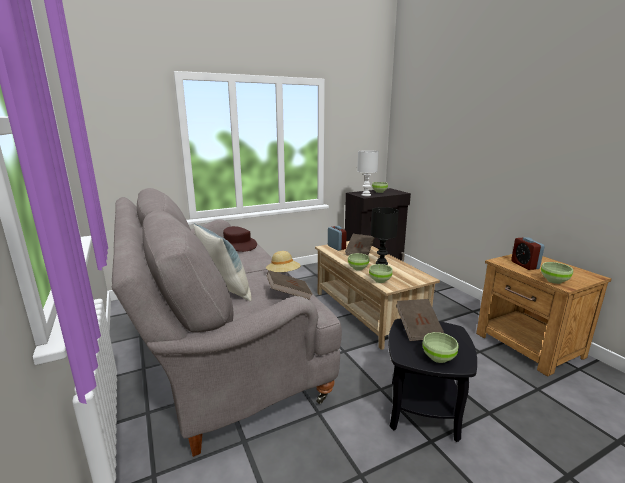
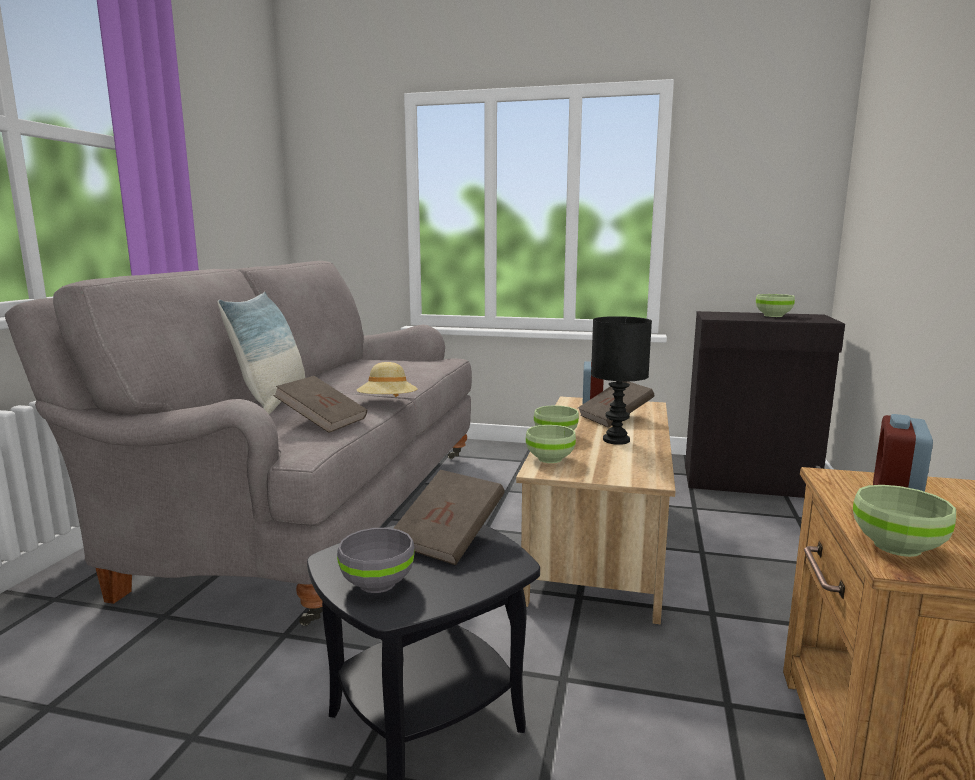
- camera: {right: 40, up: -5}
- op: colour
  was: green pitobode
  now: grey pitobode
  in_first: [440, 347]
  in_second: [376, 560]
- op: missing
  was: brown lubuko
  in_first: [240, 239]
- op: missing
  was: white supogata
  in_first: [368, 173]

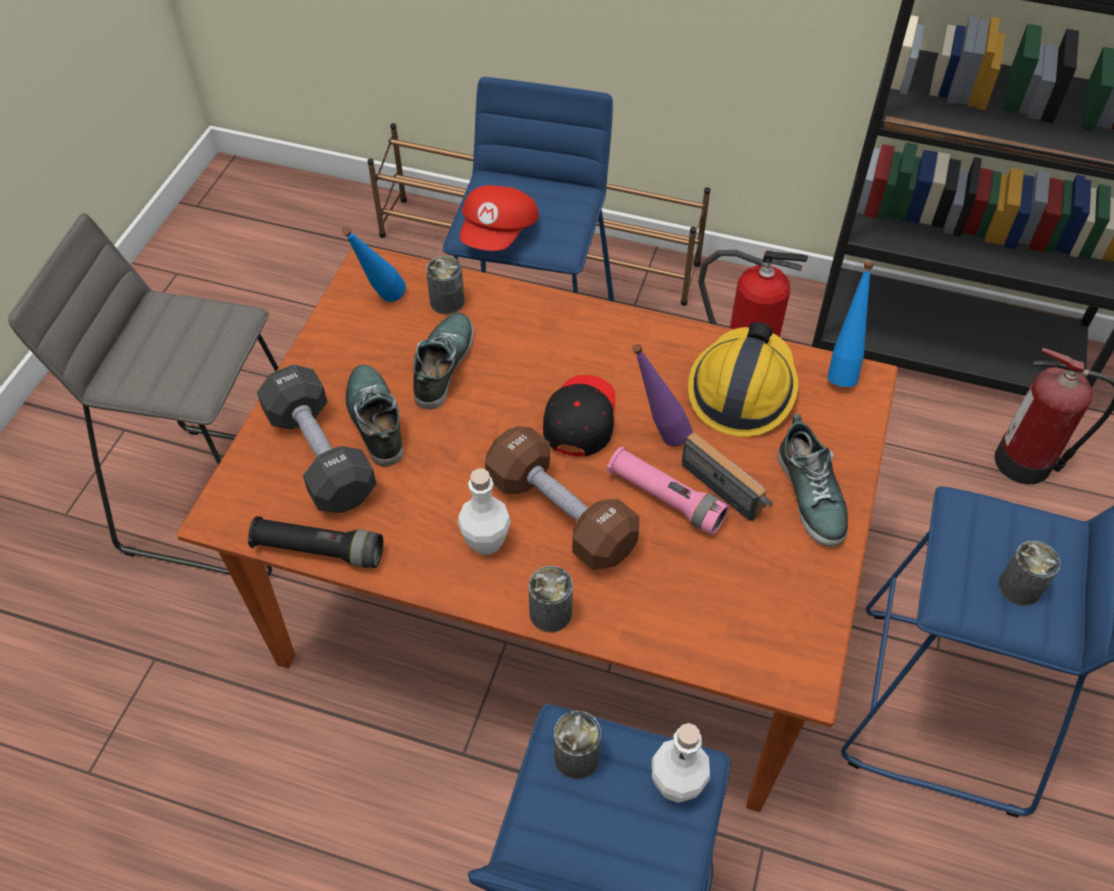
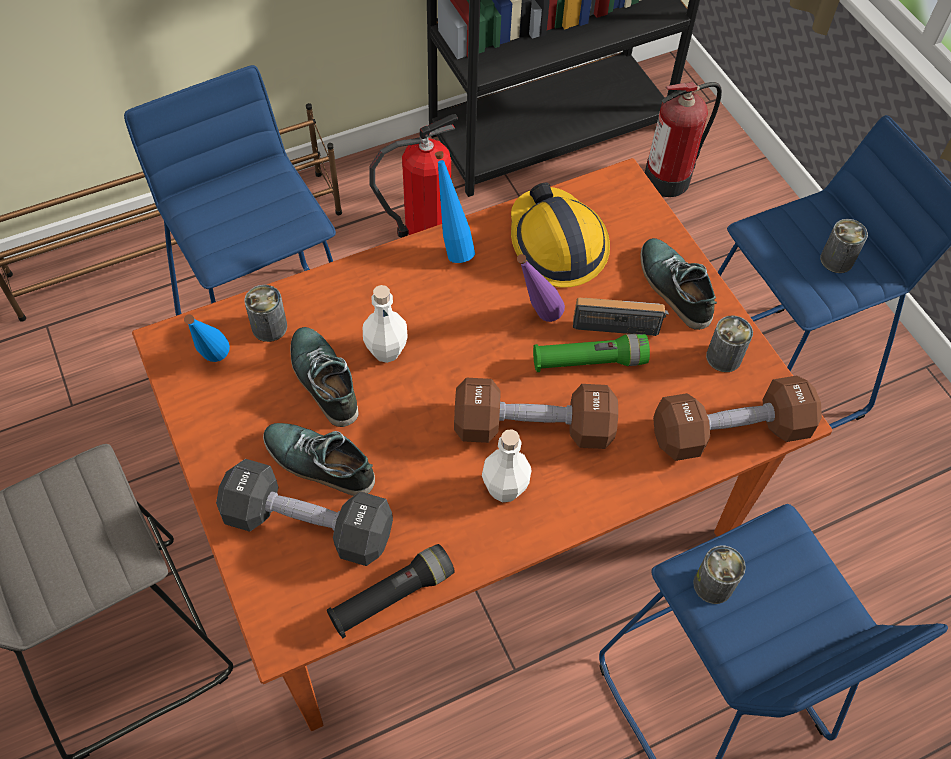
- camera: {right: -45, up: 5}
- op: relocated
  was: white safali
  in_first: [681, 763]
  in_second: [385, 324]
- op: relocated
  was: blue safali
  in_first: [850, 324]
  in_second: [455, 207]
- op: colour
  was: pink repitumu
  now: green repitumu
  in_first: [668, 490]
  in_second: [591, 353]
- op: spun
  was: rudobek
  in_first: [812, 480]
  in_second: [678, 284]
  clockwise: -150
- op: appeared
  now: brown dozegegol
  in_second: [737, 418]
- op: relocated
  was: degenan
  in_first: [550, 599]
  in_second: [729, 344]
- op: missing
  was: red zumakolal
  in_first: [499, 218]
- op: missing
  was: black zumakolal
  in_first: [579, 415]

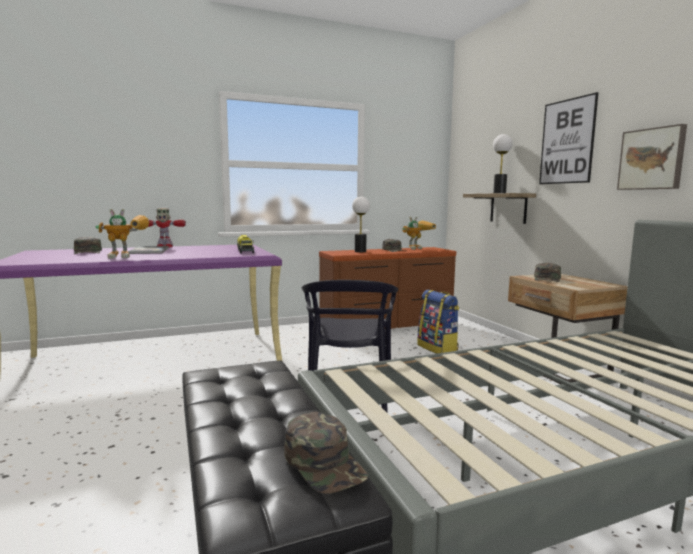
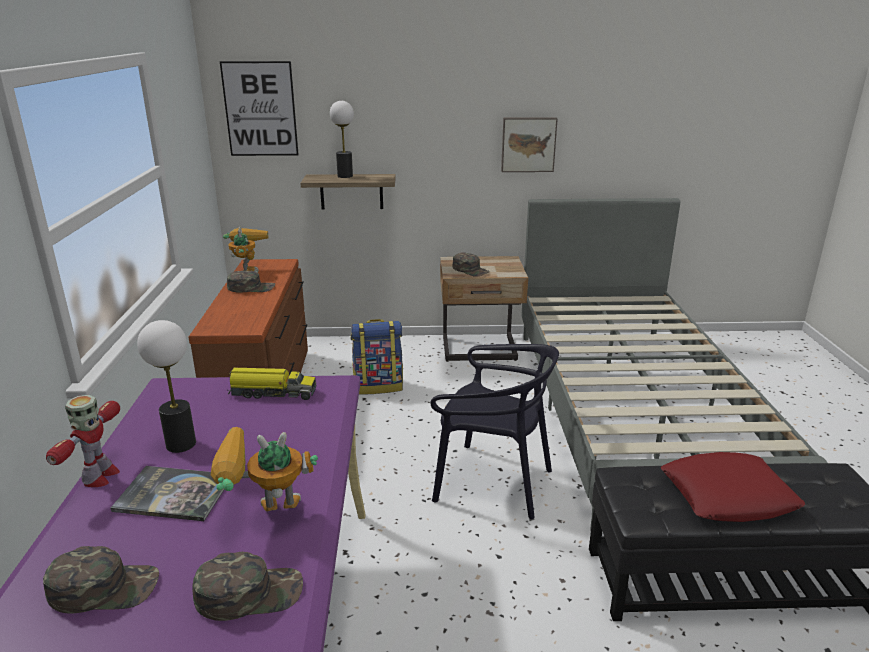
- camera: {right: -70, up: 15}
- op: relocated
  was: supogata
  in_first: [361, 224]
  in_second: [166, 386]
- op: relocated
  was: green zumakolal
  in_first: [326, 453]
  in_second: [247, 586]
- op: spun
  was: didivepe
  in_first: [122, 234]
  in_second: [264, 469]
  clockwise: -105
- op: relocated
  was: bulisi
  in_first: [569, 138]
  in_second: [259, 108]
- op: appeared
  now: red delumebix
  in_second: [733, 487]

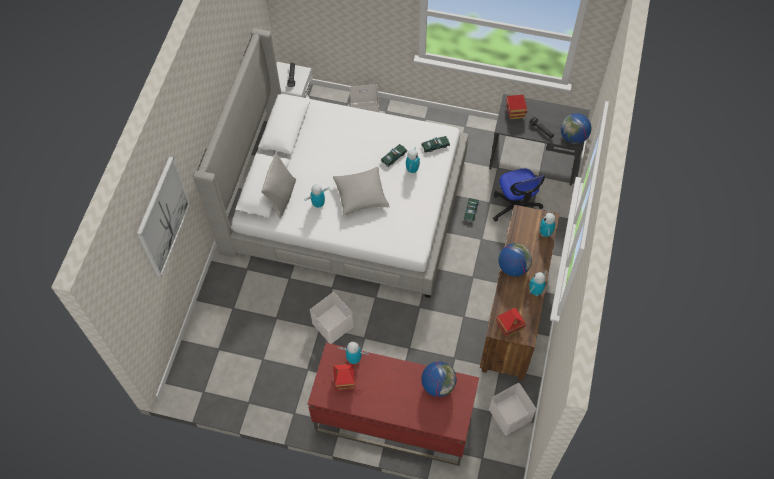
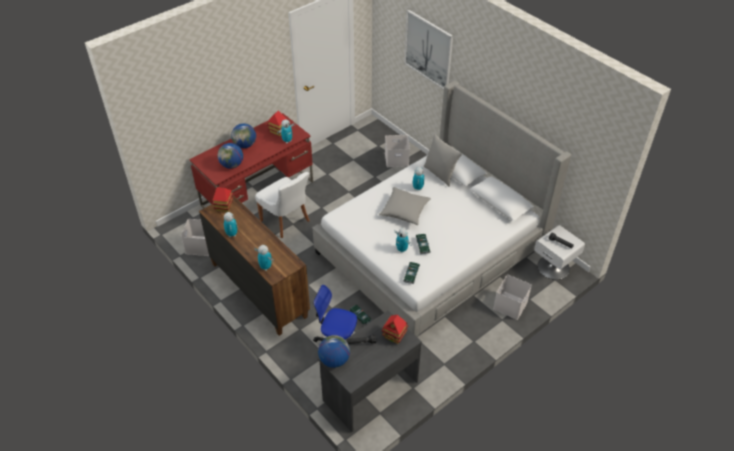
- camera: {right: 125, up: -15}
- op: relocated
  was: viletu
  in_first: [515, 260]
  in_second: [243, 135]
- op: appeared
  now: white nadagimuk
  in_second: [282, 205]
- op: relocated
  was: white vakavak
  in_first: [332, 318]
  in_second: [397, 151]

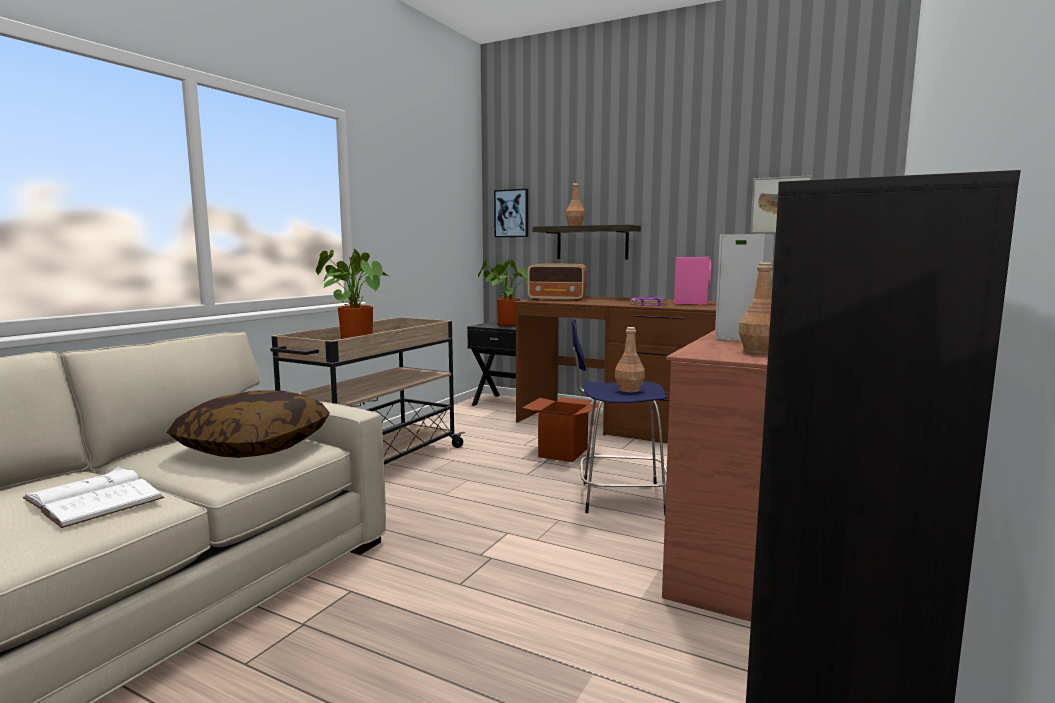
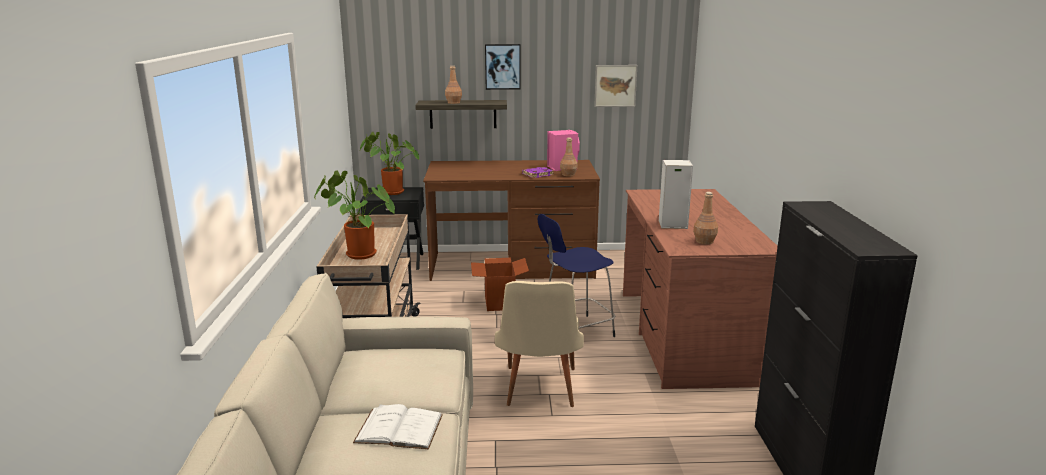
- camera: {right: -30, up: 10}
- op: relocated
  was: bulisi
  in_first: [511, 213]
  in_second: [503, 67]
- op: appeared
  now: beige nadagimuk
  in_second: [539, 344]
- op: relocated
  was: brown safali
  in_first: [630, 359]
  in_second: [568, 157]
- op: missing
  was: delumebix
  in_first: [248, 424]
- op: missing
  was: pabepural
  in_first: [557, 282]

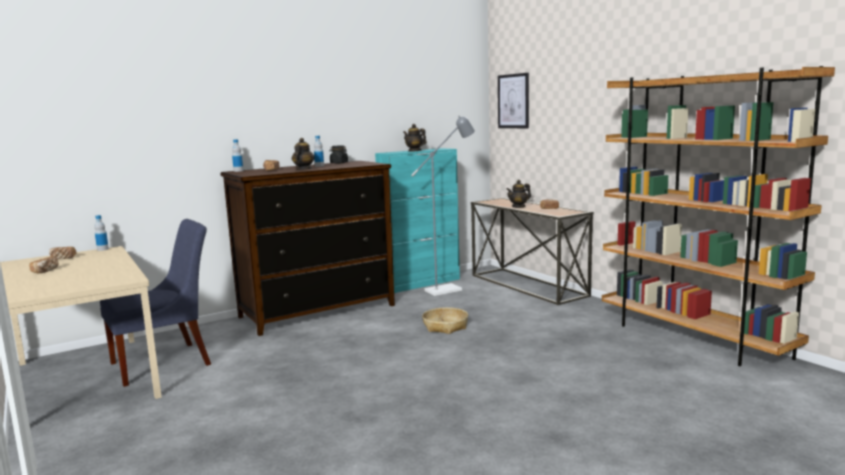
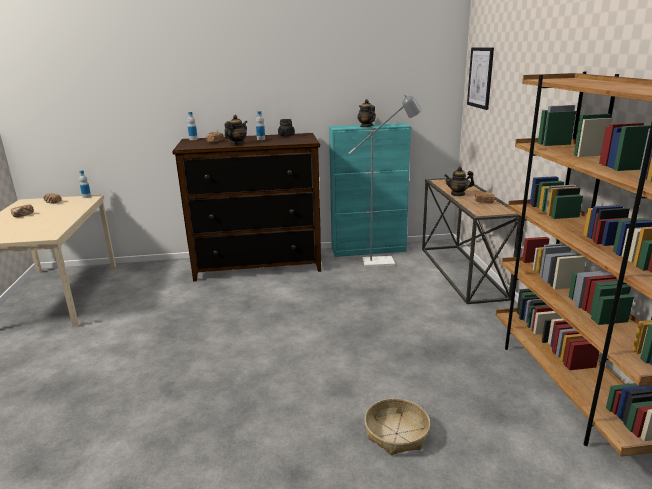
- camera: {right: 25, up: 10}
- op: relocated
  was: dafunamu
  in_first: [445, 320]
  in_second: [397, 426]
- op: missing
  was: blue nadagimuk
  in_first: [155, 303]

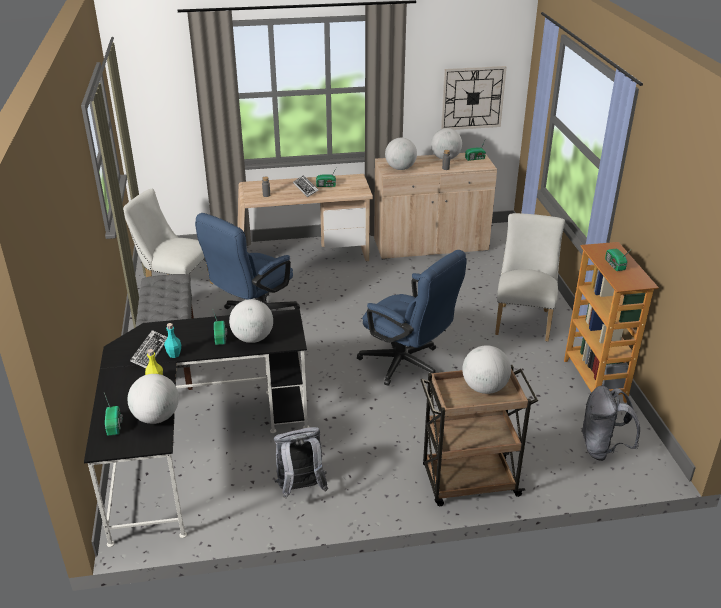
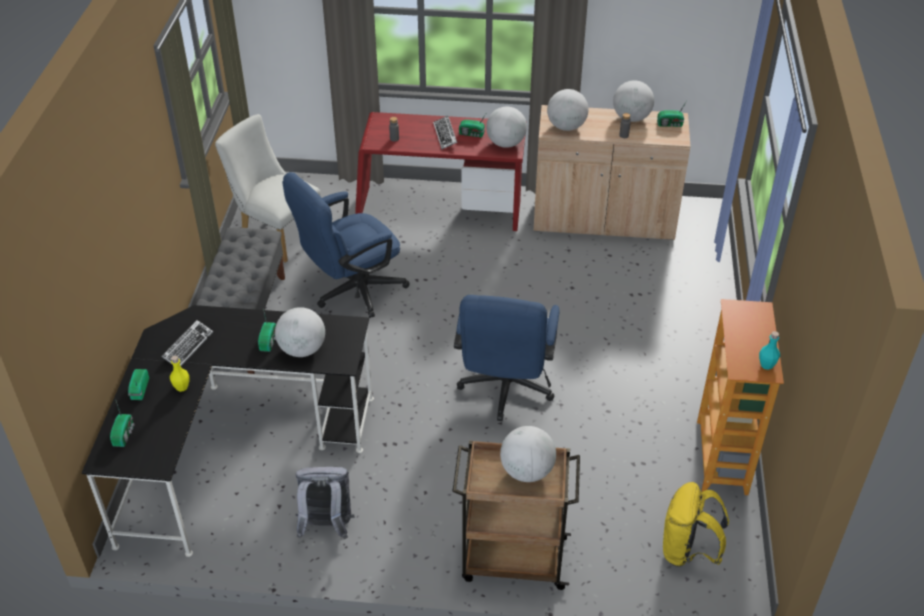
- camera: {right: 15, up: 10}
- op: relocated
  was: pabepural
  in_first: [617, 260]
  in_second: [138, 384]
- op: colour
  was: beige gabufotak
  now: red gabufotak
  in_first: [305, 218]
  in_second: [441, 171]
- op: spun
  was: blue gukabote
  in_first: [412, 318]
  in_second: [507, 358]
  clockwise: 45
- op: relocated
  was: viletu
  in_first: [153, 399]
  in_second: [506, 127]
- op: colour
  was: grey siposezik
  now: yellow siposezik
  in_first: [610, 423]
  in_second: [696, 524]
- op: relocated
  was: turquoise safali
  in_first: [172, 340]
  in_second: [769, 350]
- op: missing
  was: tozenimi
  in_first: [473, 98]
- op: missing
  was: white nadagimuk
  in_first: [530, 277]

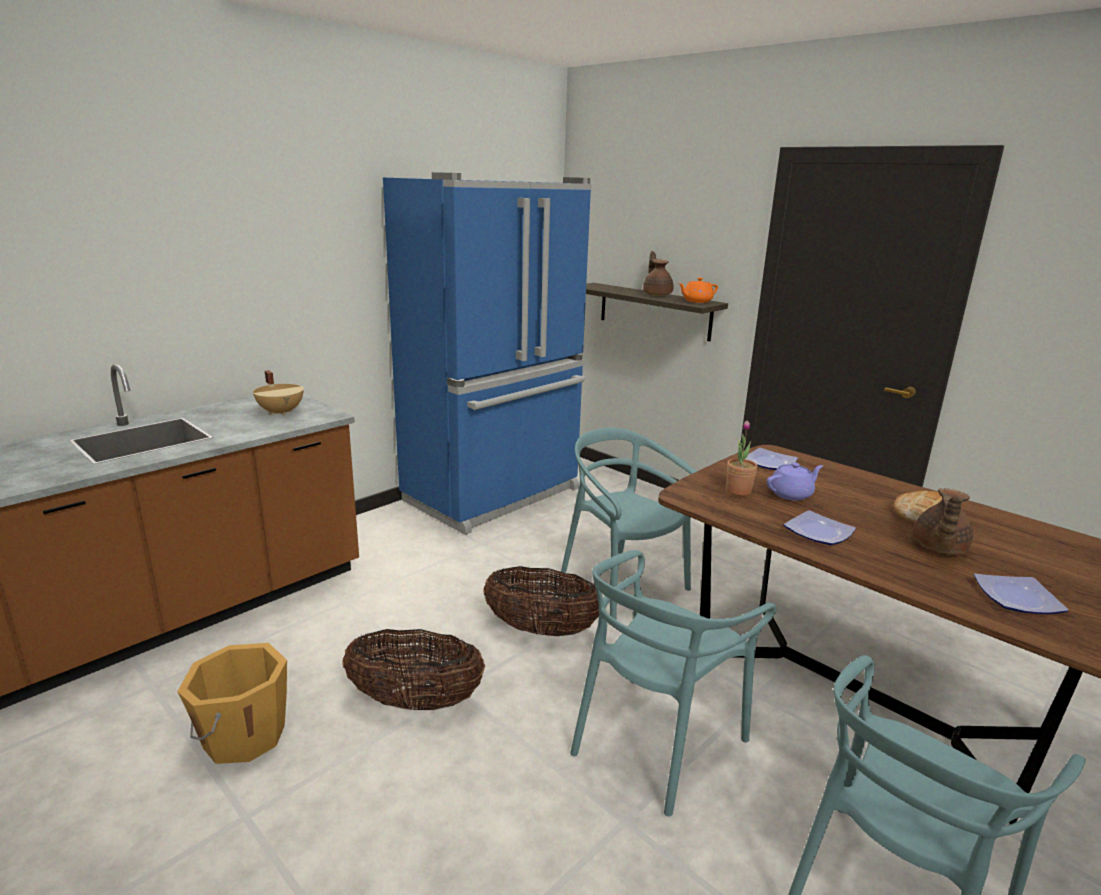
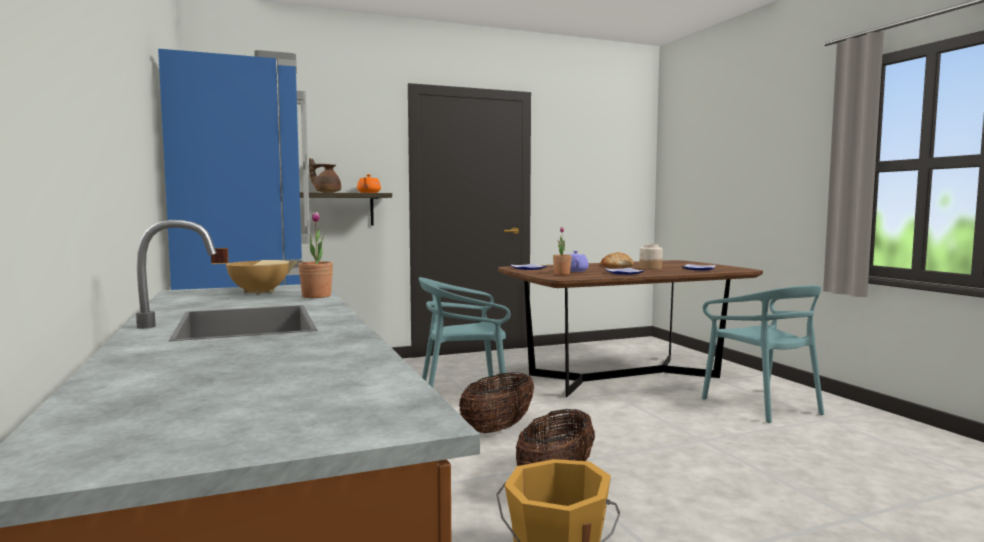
- camera: {right: -65, up: -15}
- op: appeared
  now: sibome
  in_second: [315, 255]
- op: exchanged
  was: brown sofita
  now: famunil
  in_first: [943, 521]
  in_second: [651, 257]
- op: missing
  was: turquoise nadagimuk
  in_first: [673, 683]

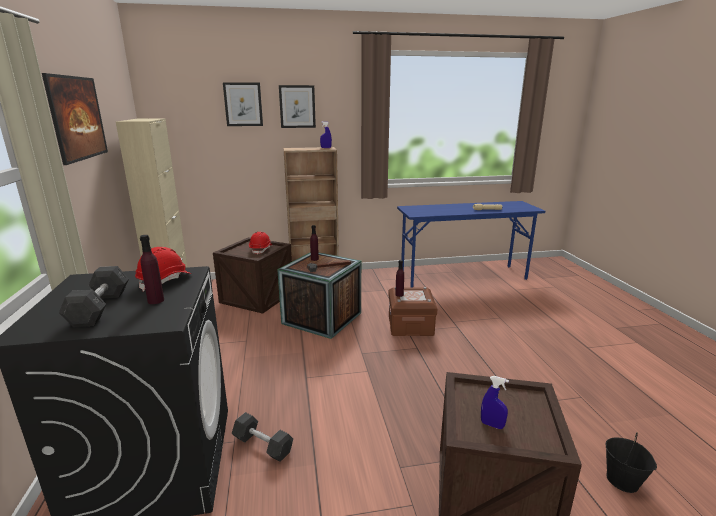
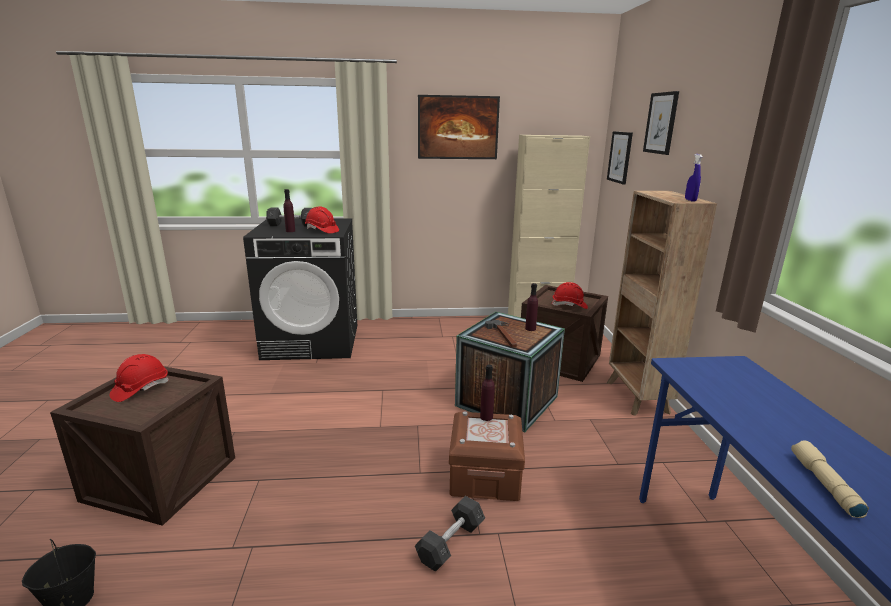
- camera: {right: 95, up: 0}
- op: exchanged
  was: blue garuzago
  now: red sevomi
  in_first: [495, 402]
  in_second: [139, 378]
- op: relocated
  was: grey dozegegol
  in_first: [262, 437]
  in_second: [450, 534]
- op: relocated
  was: bulisi
  in_first: [297, 106]
  in_second: [620, 158]

